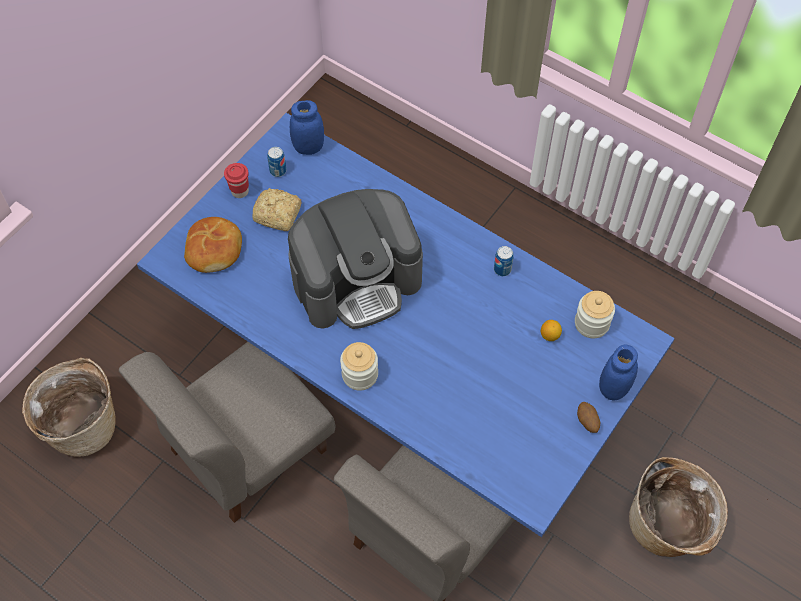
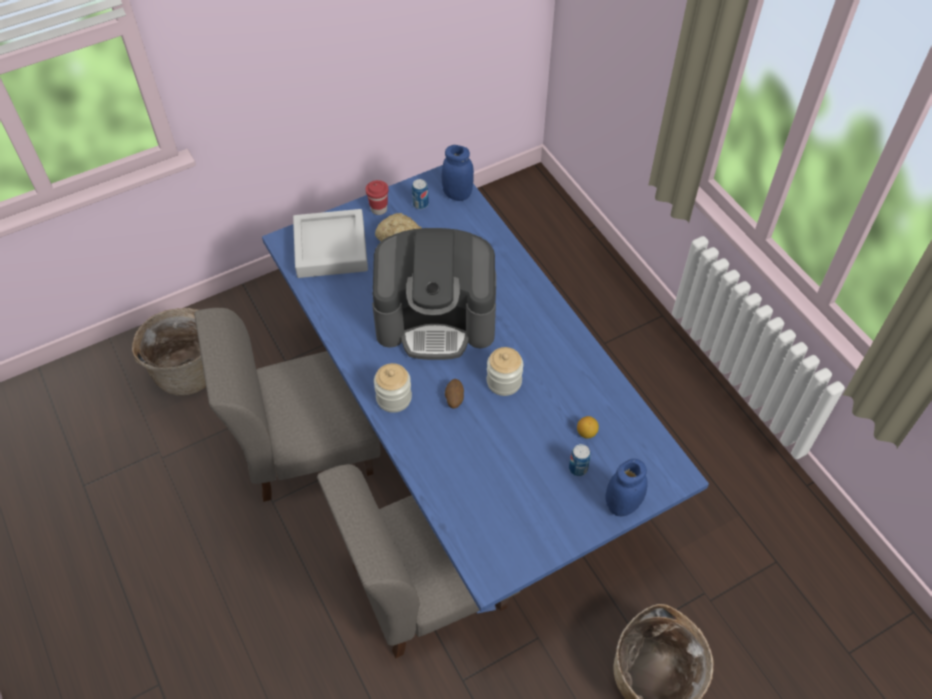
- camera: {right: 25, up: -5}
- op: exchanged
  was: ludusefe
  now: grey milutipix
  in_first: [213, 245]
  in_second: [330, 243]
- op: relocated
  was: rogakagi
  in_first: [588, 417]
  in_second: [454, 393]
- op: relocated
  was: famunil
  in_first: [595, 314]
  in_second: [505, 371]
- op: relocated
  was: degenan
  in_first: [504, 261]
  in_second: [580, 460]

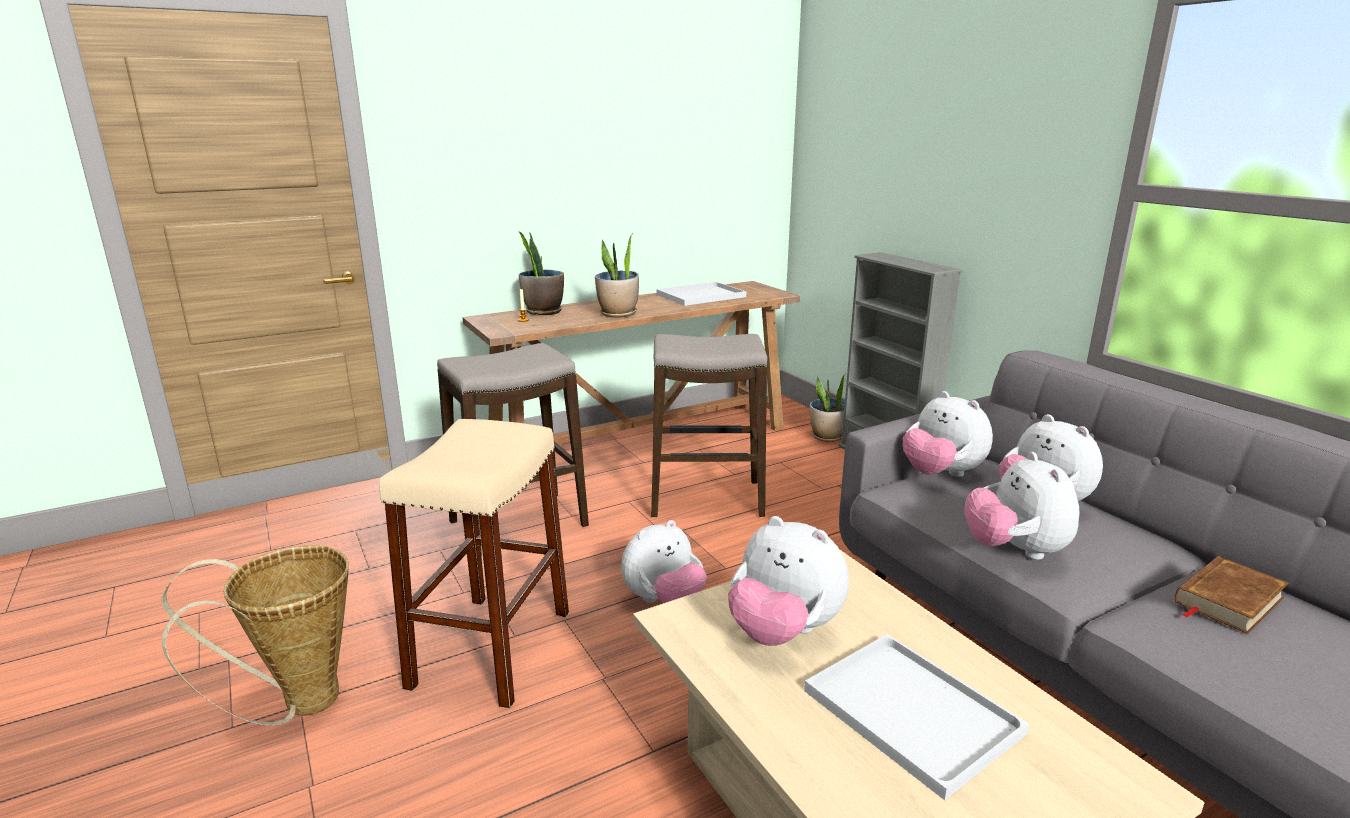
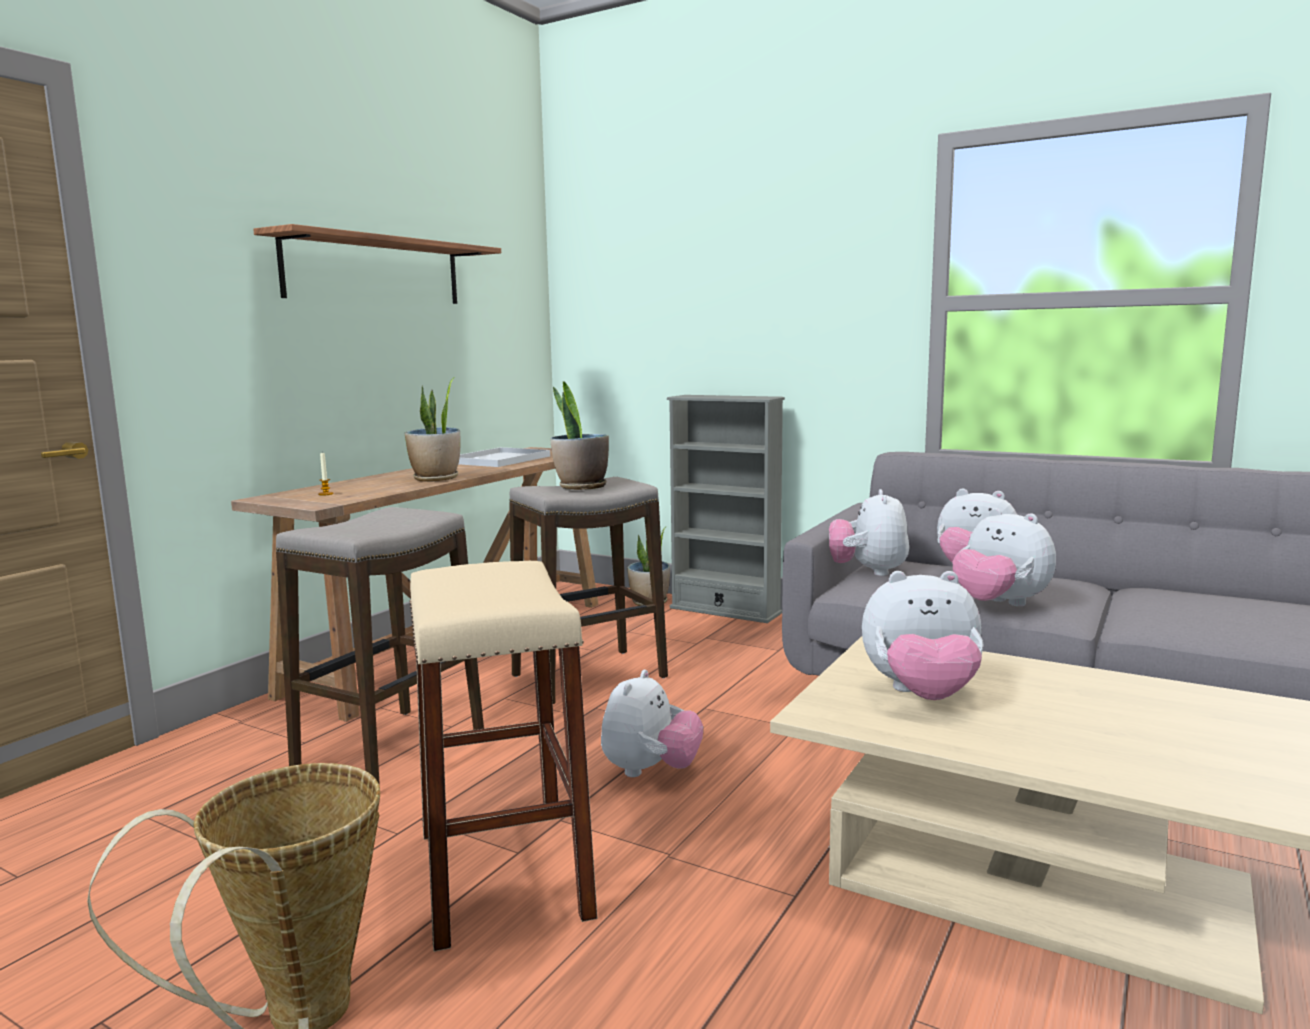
- camera: {right: -30, up: -10}
- op: appeared
  now: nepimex
  in_second: [377, 264]
- op: relocated
  was: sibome
  in_first: [541, 273]
  in_second: [579, 435]
- op: spun
  was: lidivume
  in_first: [948, 434]
  in_second: [869, 532]
  clockwise: 75
- op: missing
  was: white milutipix
  in_first: [916, 717]
- op: missing
  was: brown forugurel
  in_first: [1232, 595]

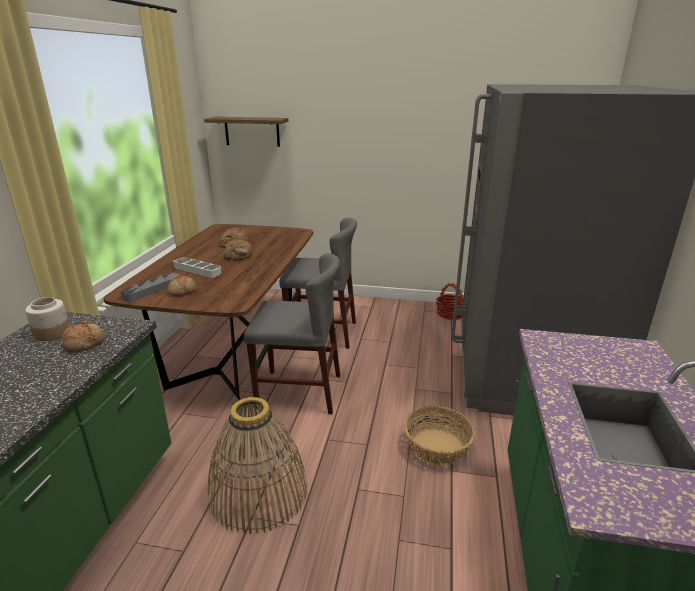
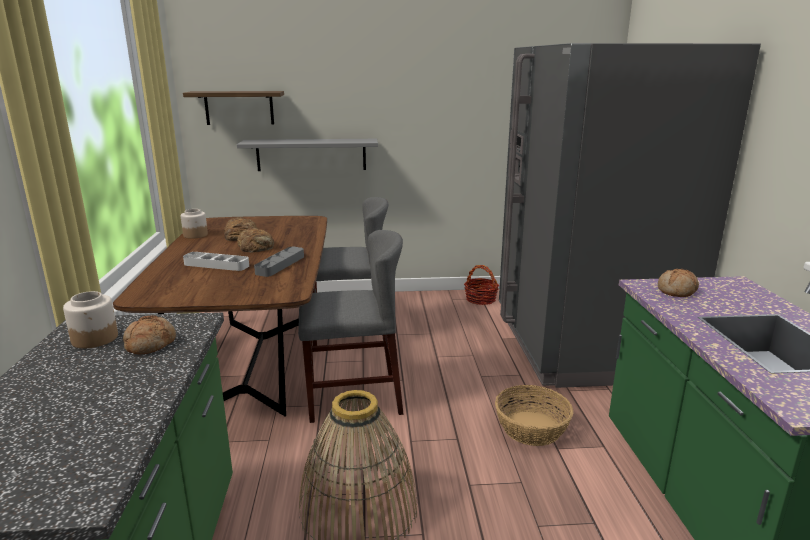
- camera: {right: -15, up: -5}
- op: appeared
  now: famunil
  in_second: [194, 224]
- op: appeared
  now: grey nepimex
  in_second: [307, 155]
- op: relocated
  was: grey milutipix
  in_first: [150, 287]
  in_second: [279, 262]
- op: relocated
  was: ludusefe
  in_first: [182, 286]
  in_second: [678, 283]

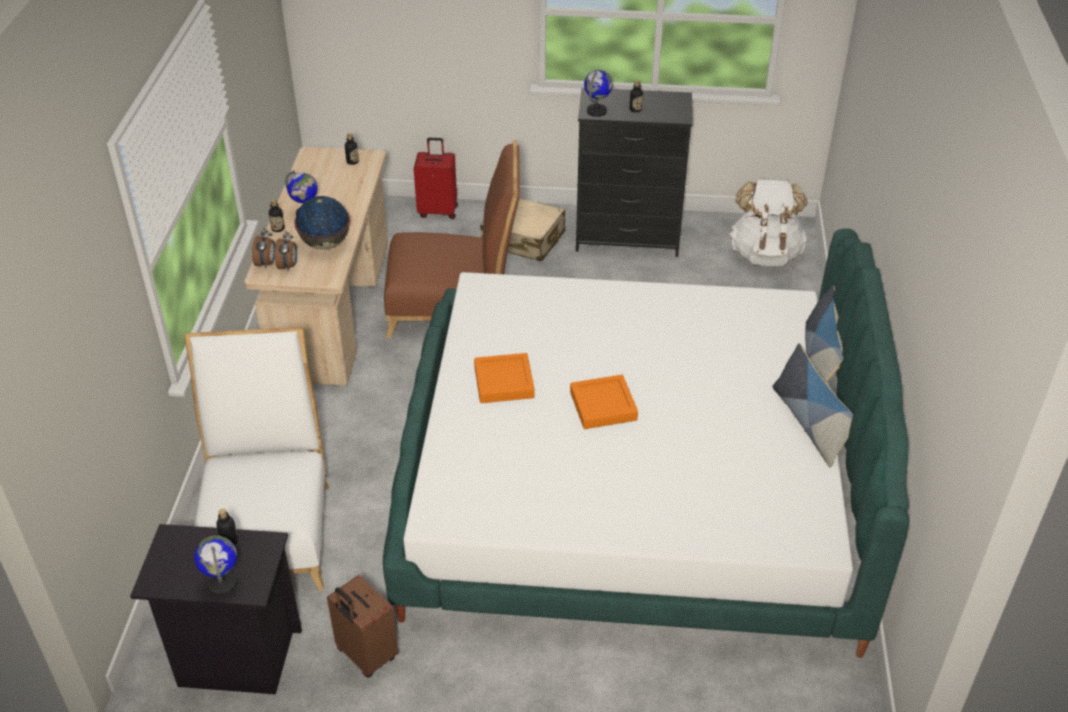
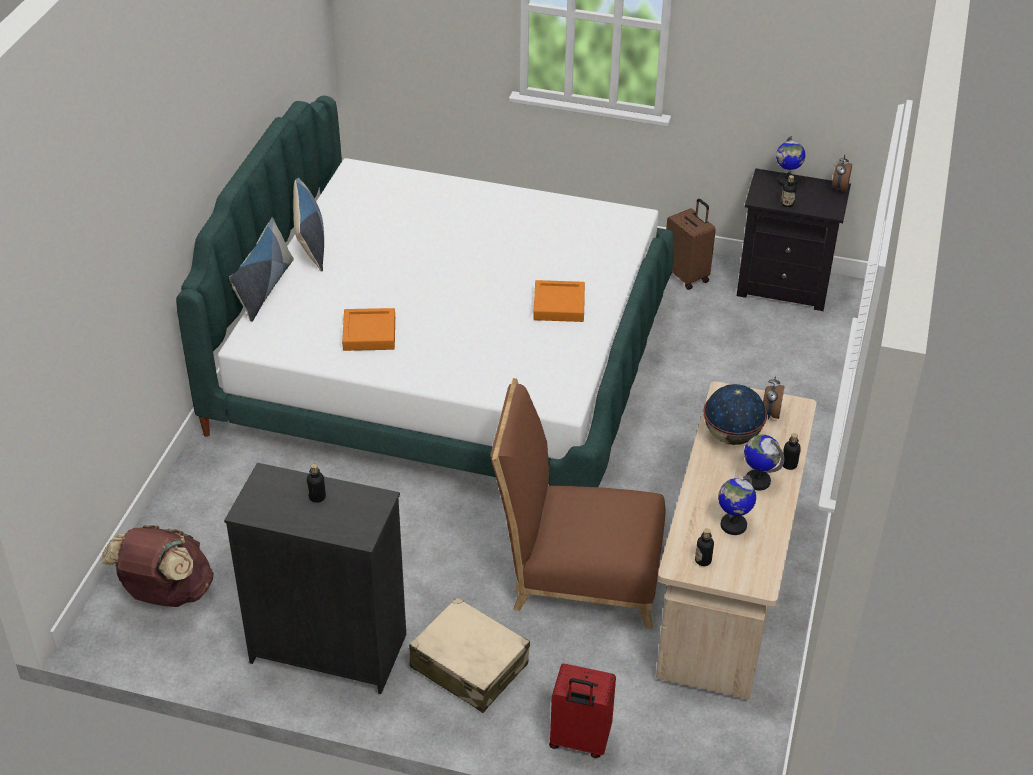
- camera: {right: -170, up: 0}
- op: colour
  was: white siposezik
  now: brown siposezik
  in_first: [768, 222]
  in_second: [157, 566]
- op: relocated
  was: orange milutipix
  in_first: [604, 402]
  in_second: [368, 329]
- op: relocated
  was: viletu
  in_first: [598, 93]
  in_second: [737, 505]
- op: relocated
  was: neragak
  in_first: [264, 248]
  in_second: [842, 173]
- op: missing
  was: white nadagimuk
  in_first: [256, 458]

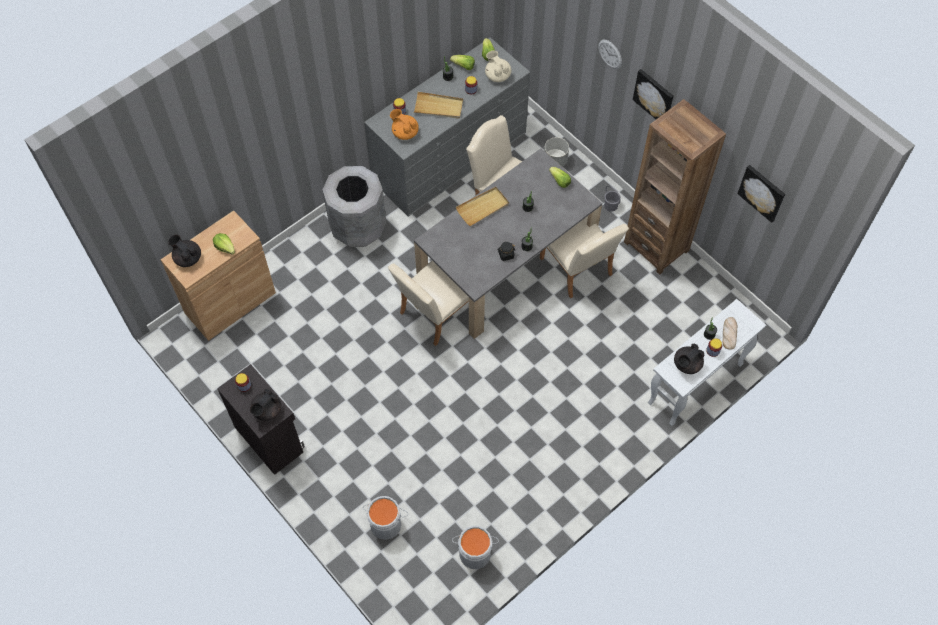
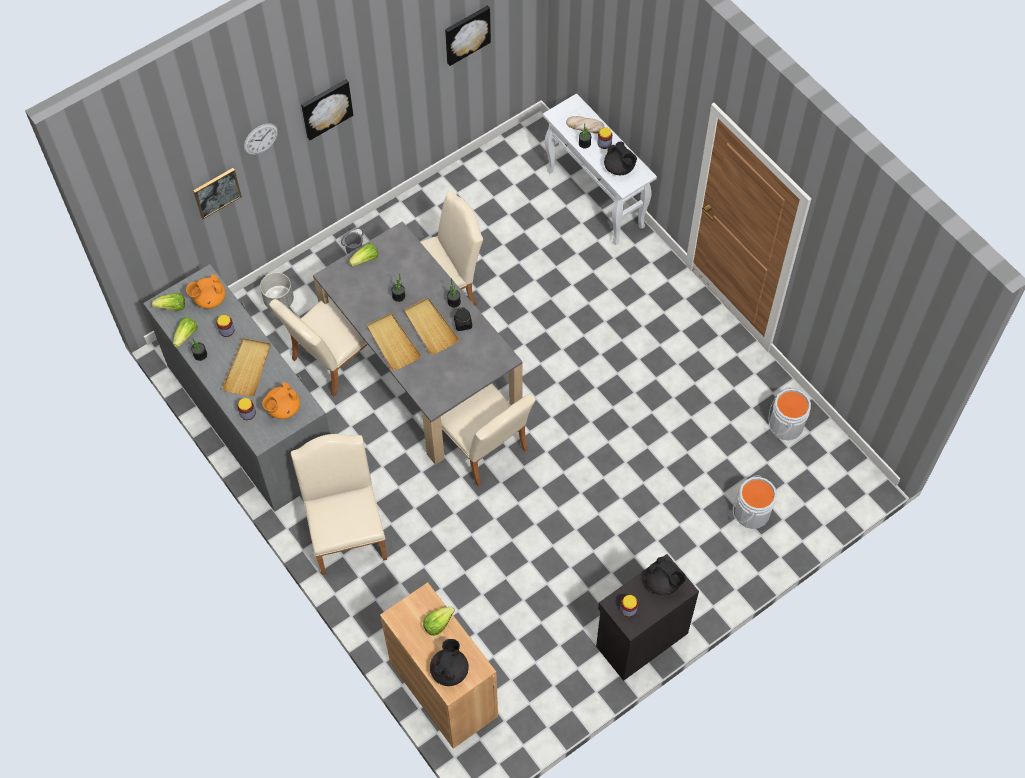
- camera: {right: -85, up: 0}
- op: colour
  was: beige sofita
  now: orange sofita
  in_first: [498, 66]
  in_second: [206, 291]
- op: appeared
  now: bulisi
  in_second: [217, 193]
- op: exchanged
  was: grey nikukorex
  now: beige nadagimuk
  in_first: [354, 206]
  in_second: [339, 504]
- op: appeared
  now: beige milutipix
  in_second: [431, 326]
- op: spun
  was: black sofita
  in_first: [184, 251]
  in_second: [449, 662]
  clockwise: 150
- op: missing
  was: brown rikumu
  in_first: [675, 187]

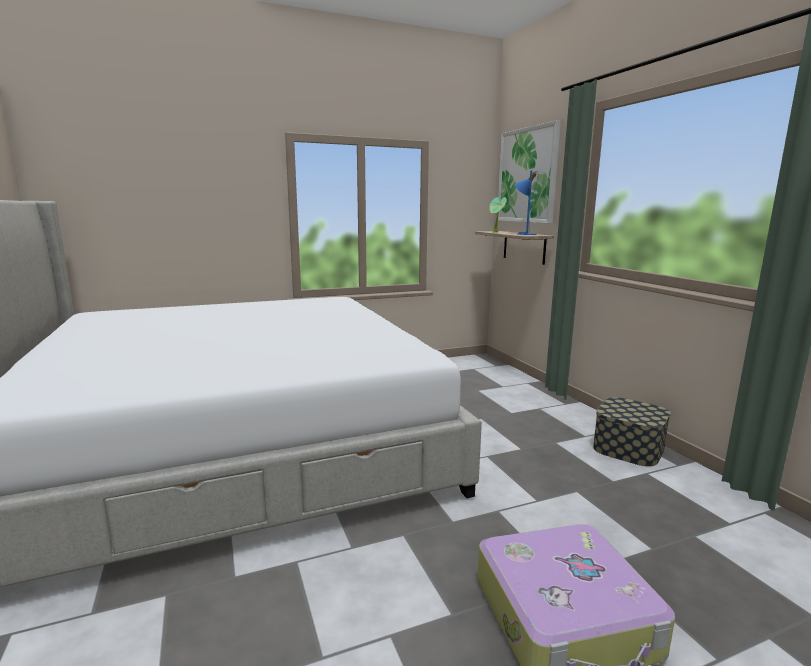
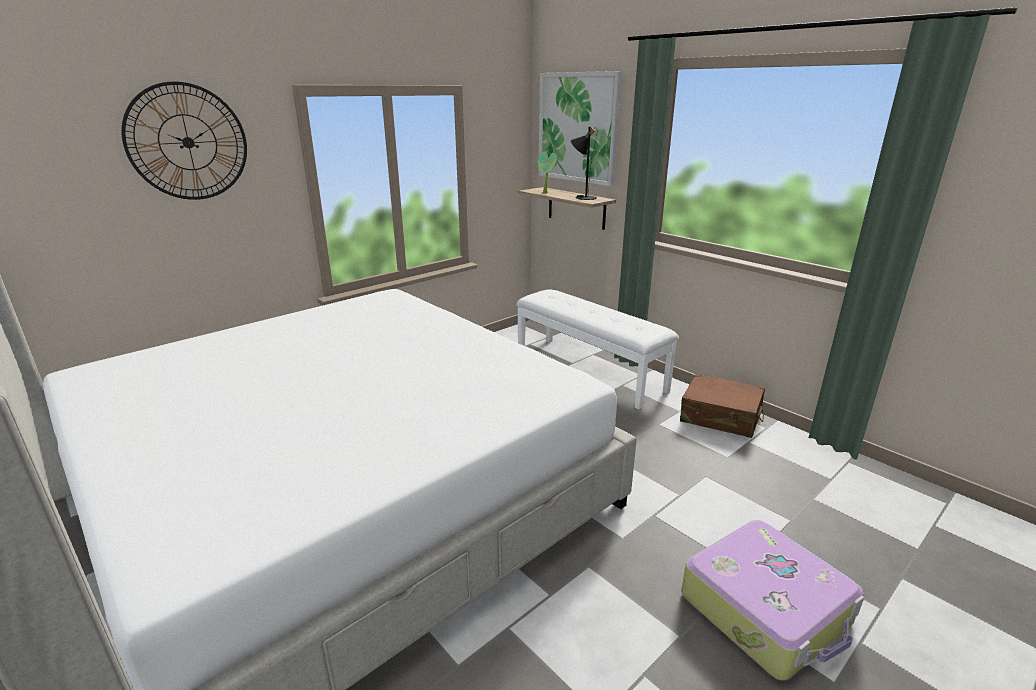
- camera: {right: -20, up: 10}
- op: appeared
  now: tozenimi
  in_second: [184, 140]
- op: appeared
  now: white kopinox
  in_second: [598, 349]
- op: colour
  was: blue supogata
  now: black supogata
  in_first: [526, 202]
  in_second: [584, 163]
- op: exchanged
  was: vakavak
  now: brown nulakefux
  in_first: [632, 431]
  in_second: [722, 406]

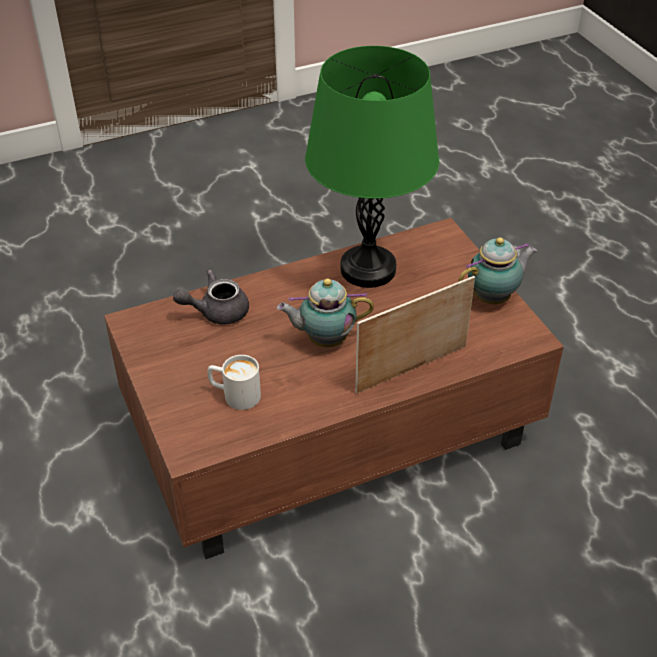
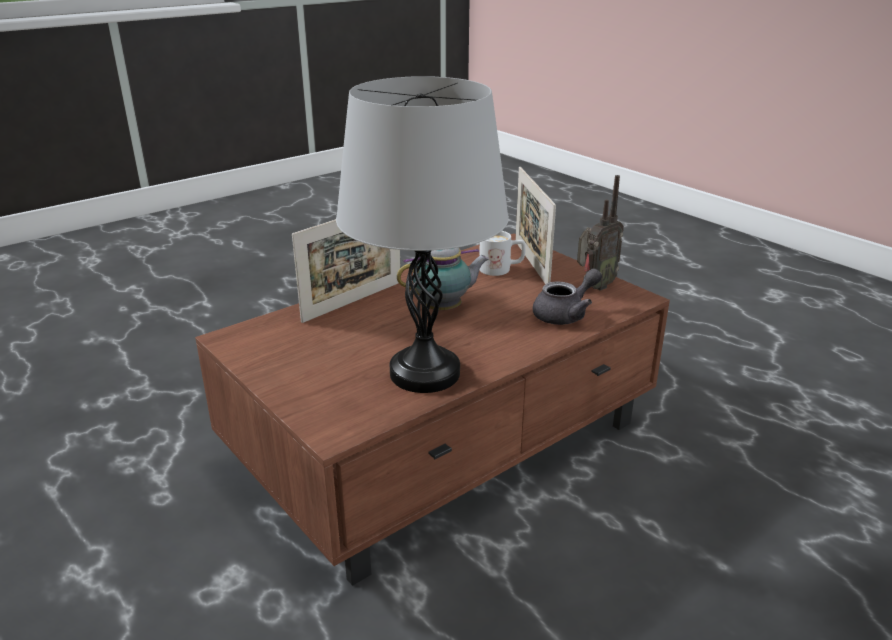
- camera: {right: 165, up: -15}
- op: colour
  was: green supogata
  now: grey supogata
  in_first: [372, 167]
  in_second: [422, 234]
- op: appeared
  now: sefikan
  in_second: [535, 225]
- op: appeared
  now: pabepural
  in_second: [600, 233]
- op: missing
  was: sofita
  in_first: [497, 270]

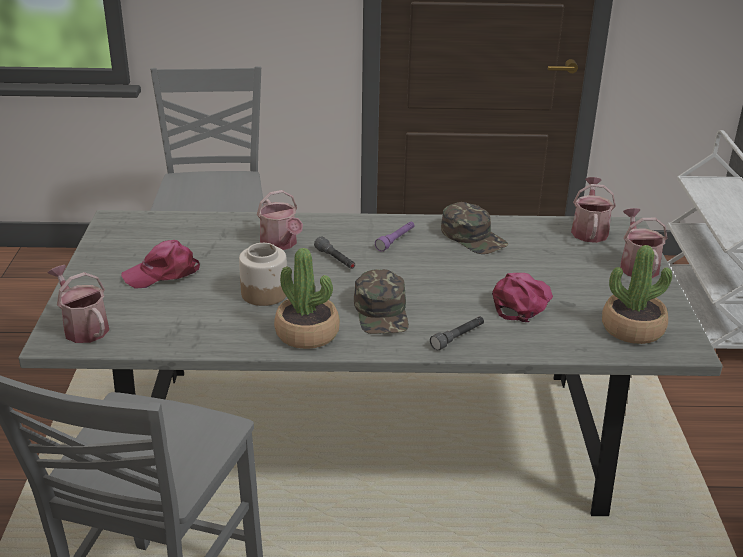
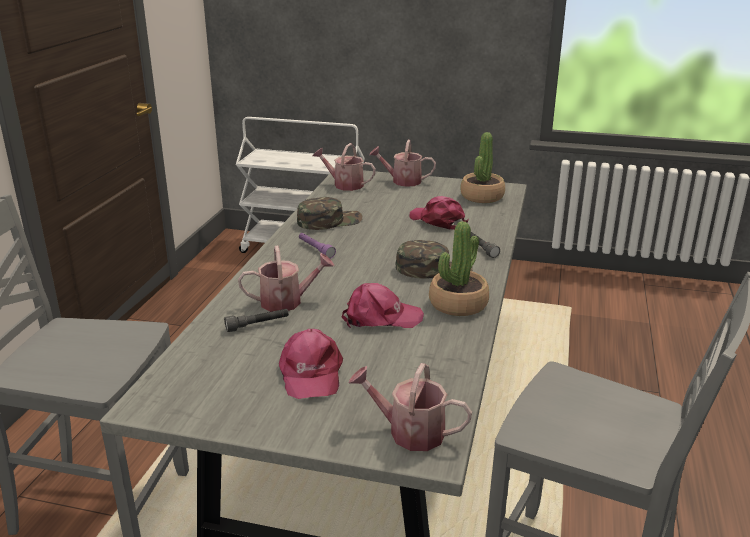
- camera: {right: -75, up: -5}
- op: relocated
  was: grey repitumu
  in_first: [334, 252]
  in_second: [256, 320]
- op: exchanged
  was: famunil
  now: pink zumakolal
  in_first: [263, 274]
  in_second: [383, 305]
- op: spun
  was: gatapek
  in_first: [78, 304]
  in_second: [410, 407]
  clockwise: 45

